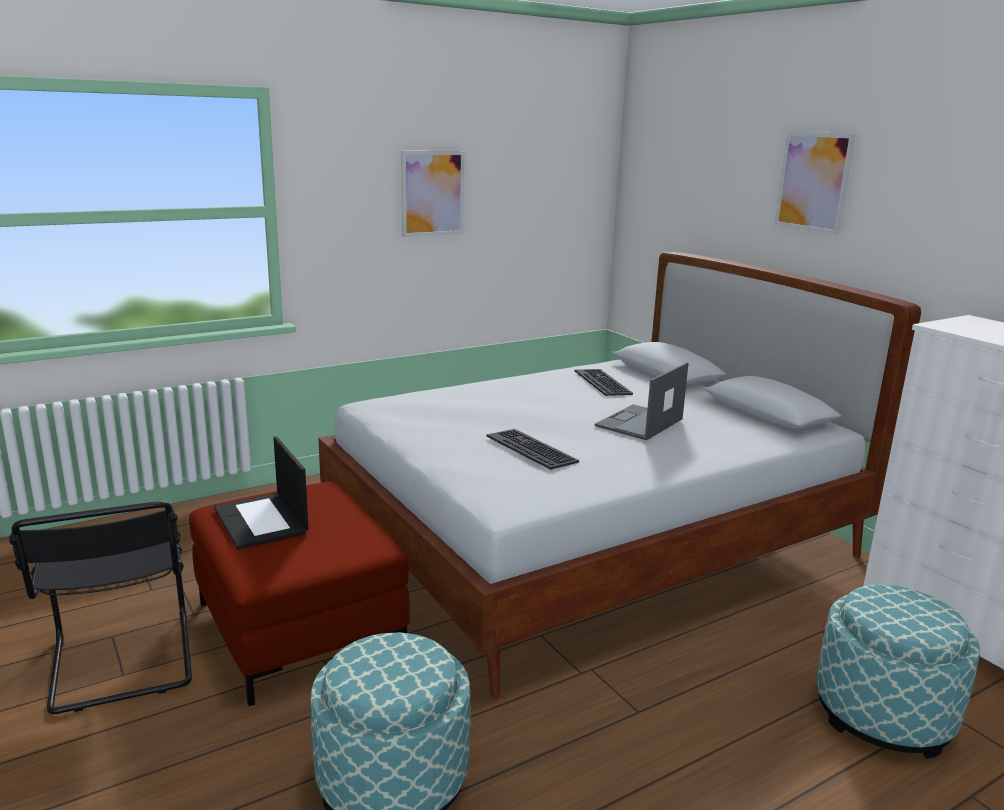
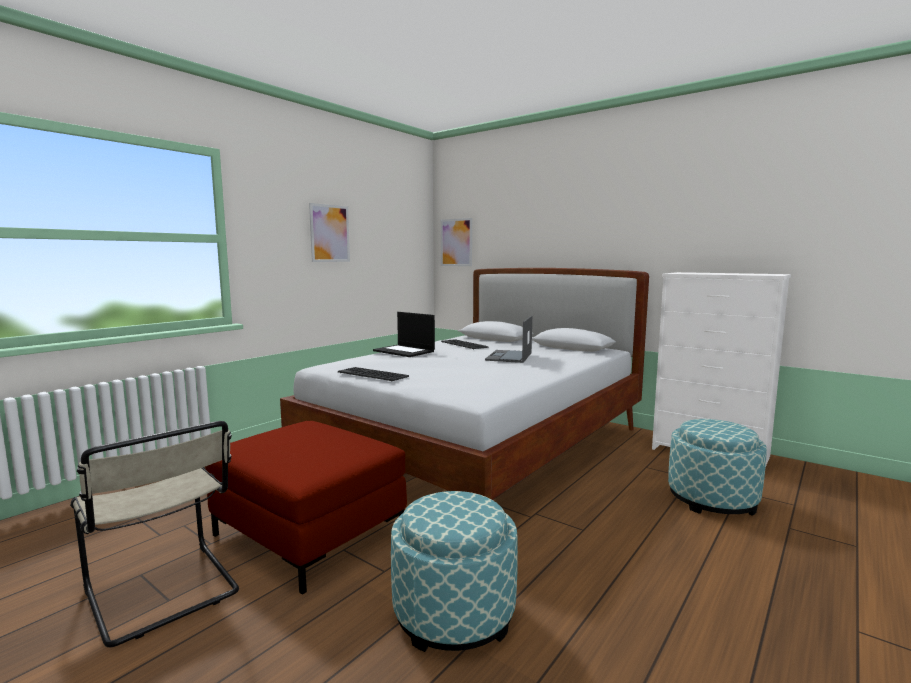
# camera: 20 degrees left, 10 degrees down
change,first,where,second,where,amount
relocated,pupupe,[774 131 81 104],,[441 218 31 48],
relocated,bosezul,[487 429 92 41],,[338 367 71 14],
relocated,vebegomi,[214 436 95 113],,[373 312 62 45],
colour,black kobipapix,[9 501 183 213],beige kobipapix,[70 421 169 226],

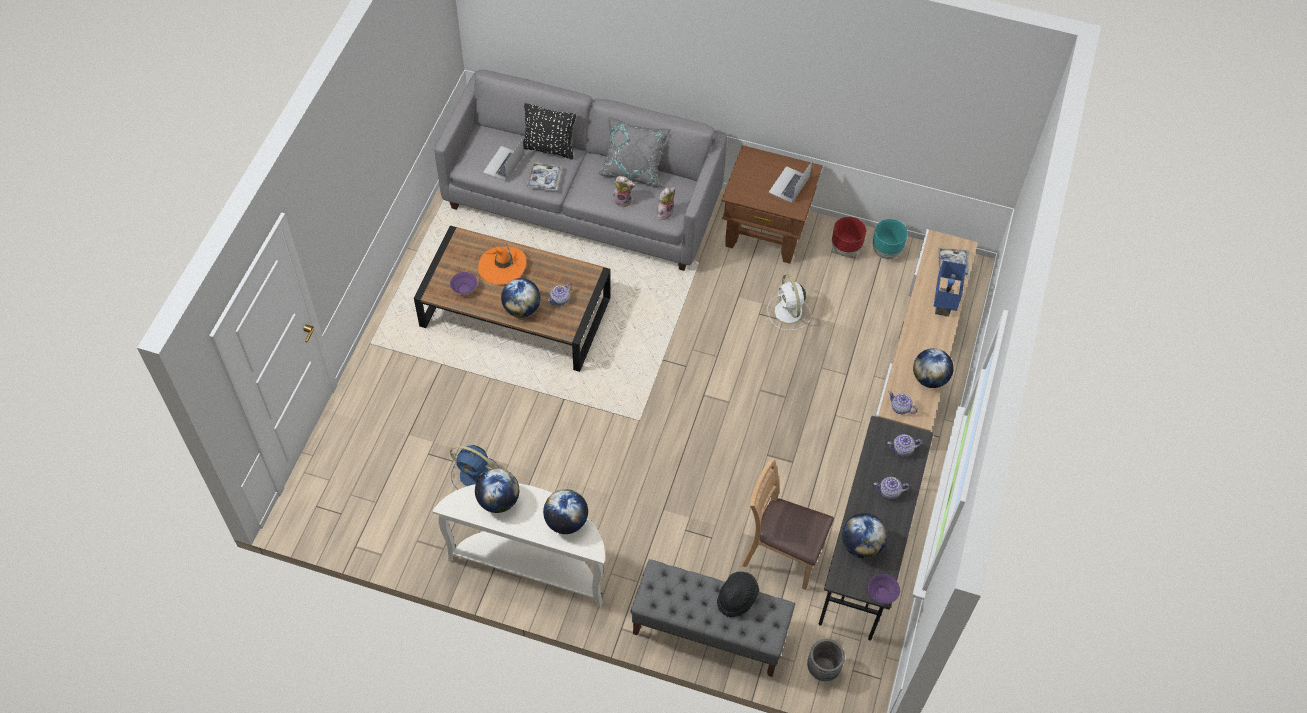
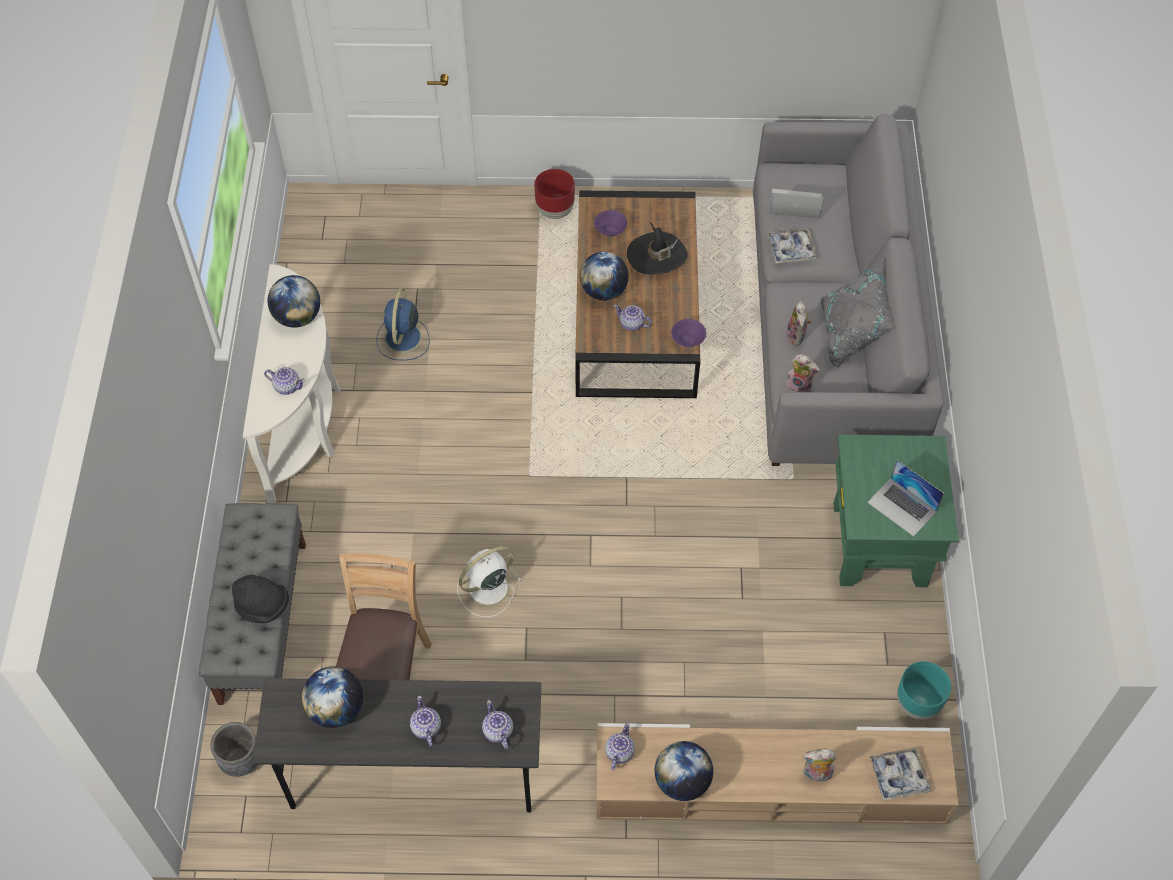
# camera: 75 degrees right, 0 degrees up
change,first,where,second,where,amount
missing,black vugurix,[523 103 53 57],,,
colour,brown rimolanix,[721 145 102 119],green rimolanix,[833 435 126 152],
spun,vebegomi,[768 160 45 43],,[867 459 77 78],150 degrees counterclockwise
relocated,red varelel,[832 217 34 40],,[534 169 41 50],
colour,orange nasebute,[478 242 48 42],black nasebute,[627 222 61 52],
exchanged,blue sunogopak,[934 261 32 56],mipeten,[803 748 33 34],
relocated,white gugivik,[768 274 43 57],,[457 546 65 71],
exchanged,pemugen,[543 489 45 45],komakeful,[264 367 41 28],
relocated,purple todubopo,[868 574 32 30],,[671 319 35 28],

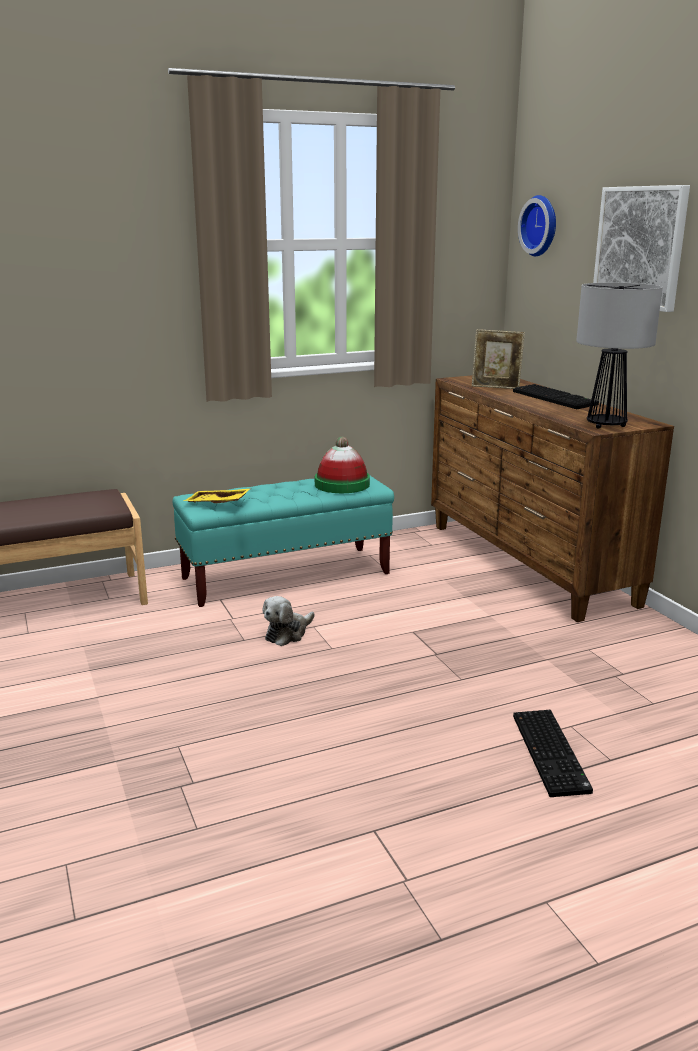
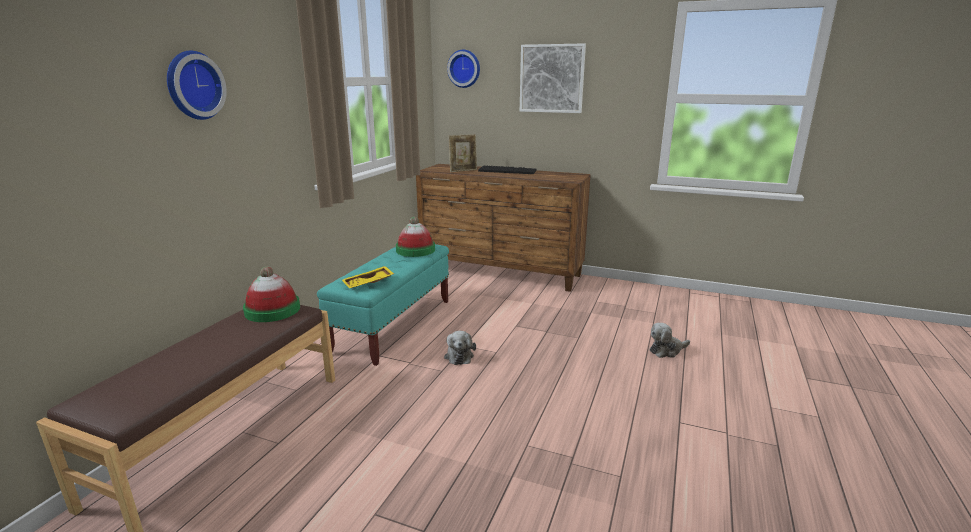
# camera: 45 degrees left, 0 degrees up
change,first,where,second,where,amount
missing,sunogopak,[576 283 87 146],,,
exchanged,bosezul,[513 710 80 87],mipeten,[649 323 41 35],
appeared,,,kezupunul,[167 51 60 69],
appeared,,,nasebute,[243 266 57 56],

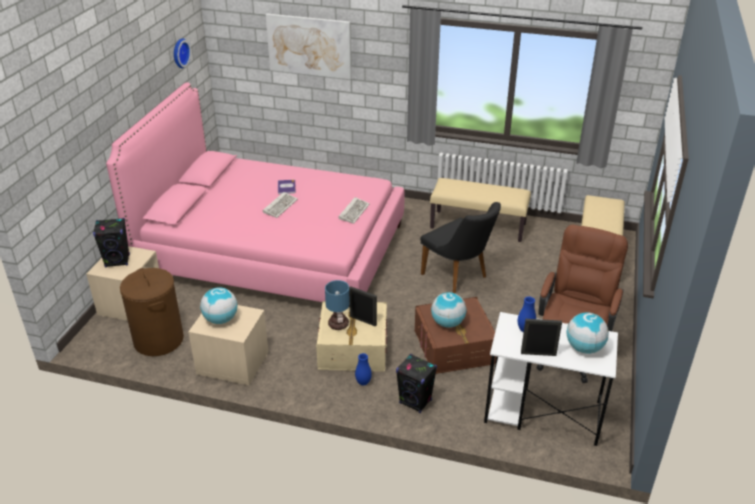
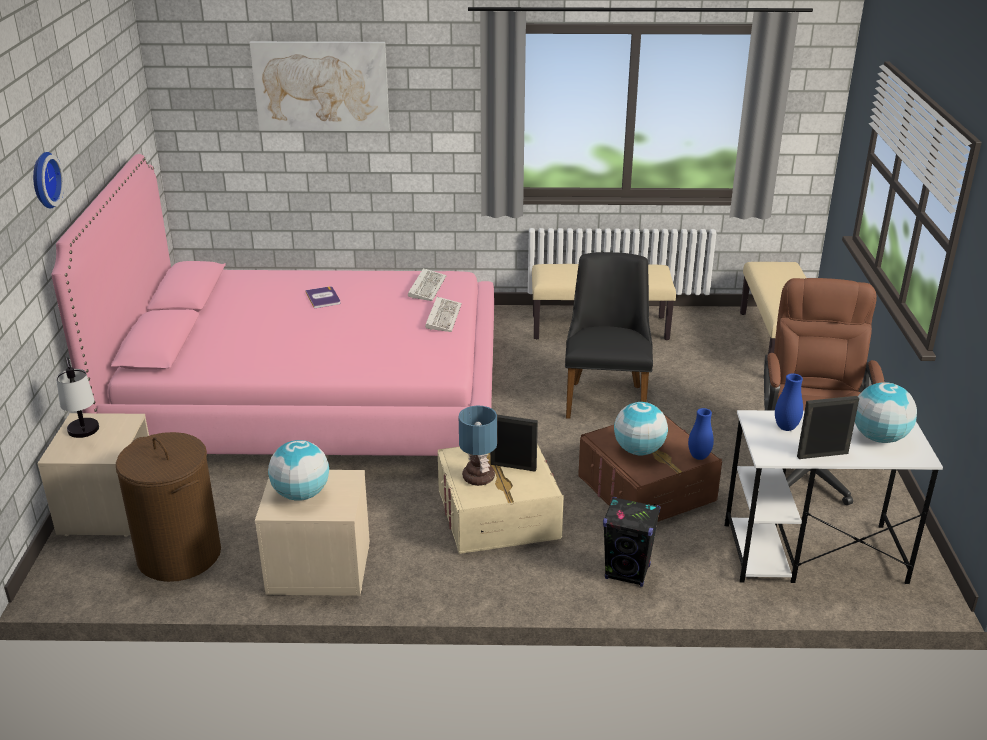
# camera: 15 degrees left, 5 degrees down
change,first,where,second,where,amount
relocated,kezupunul,[174 38 17 30],,[33 152 31 57],
relocated,bosezul,[263 192 35 26],,[408 268 39 33],
spun,black kobipapix,[420 202 81 92],,[565 252 88 167],120 degrees counterclockwise
exchanged,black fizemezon,[93 218 37 50],sunogopak,[56 357 43 81],
relocated,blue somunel,[355 353 17 32],,[688 408 26 52],

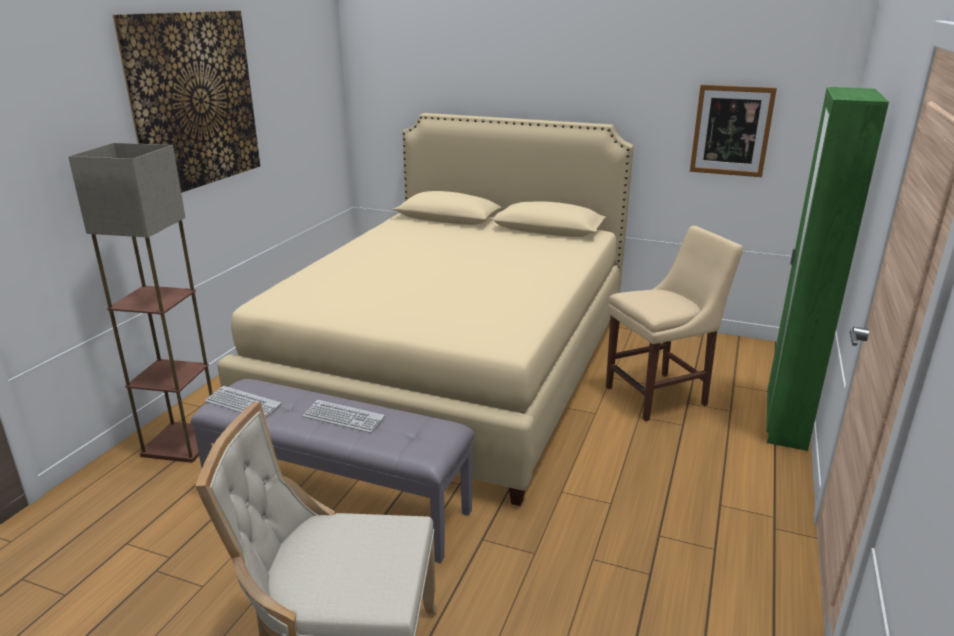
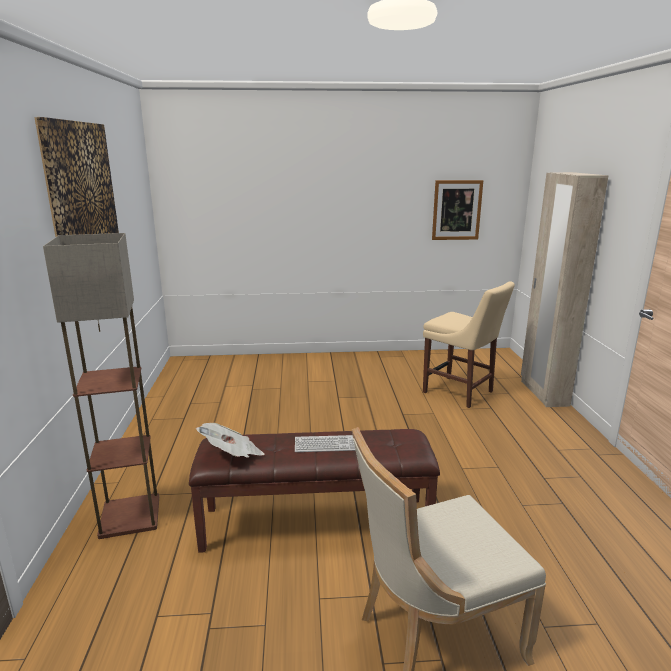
# camera: 25 degrees left, 5 degrees down
change,first,where,second,where,amount
colour,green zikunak,[766 87 123 364],beige zikunak,[521 172 88 235],
missing,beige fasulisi,[217 113 417 393],,,
spun,beige kobipapix,[606 226 137 195],,[423 281 92 127],90 degrees clockwise
colour,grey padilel,[190 379 285 184],brown padilel,[189 429 251 124],
exchanged,bosezul,[205 386 77 32],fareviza,[196 423 69 34],

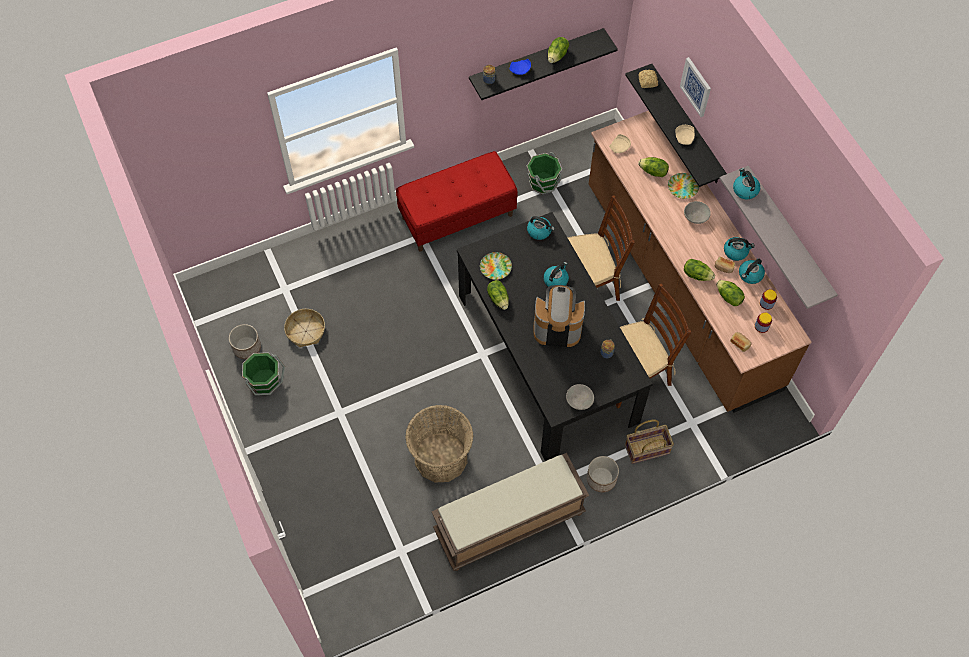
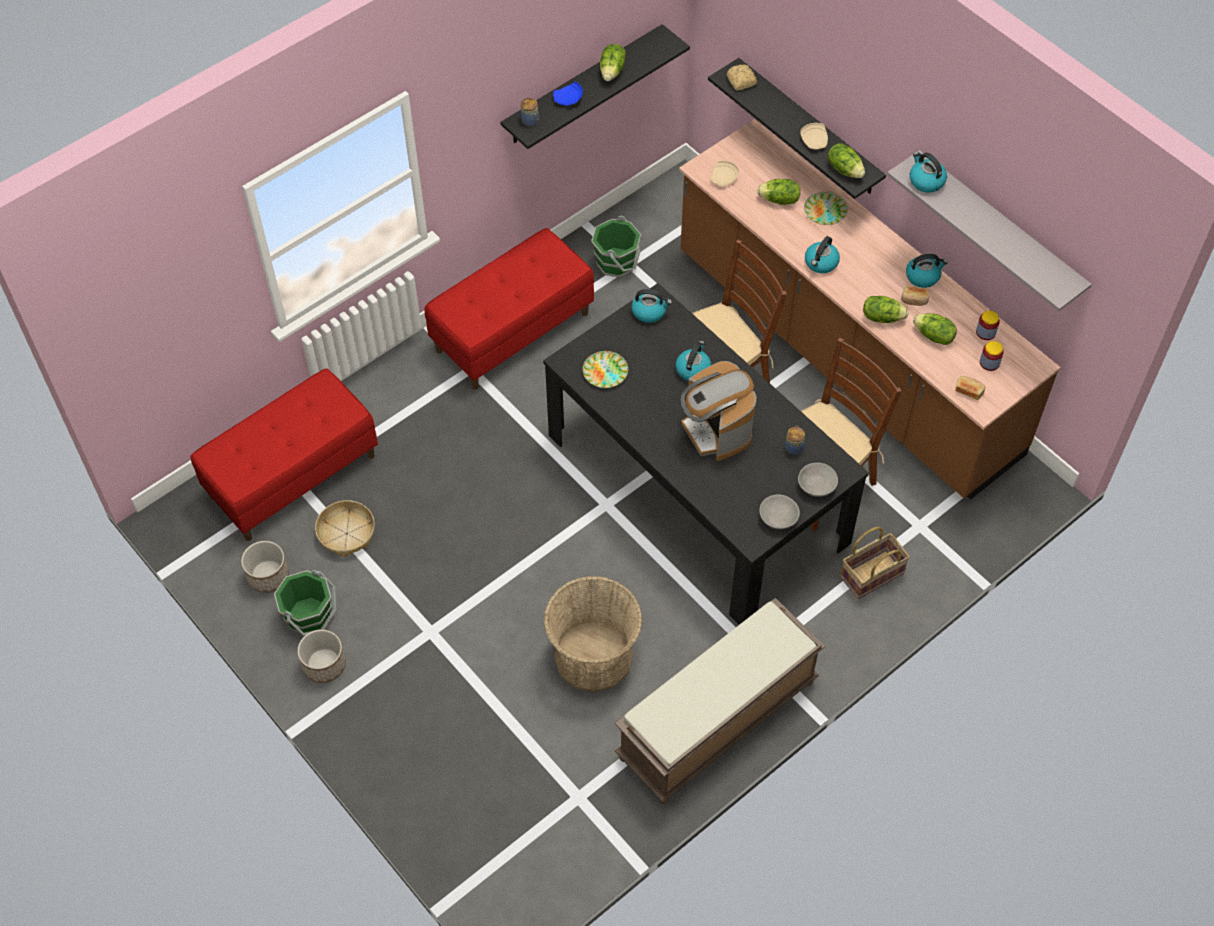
# camera: 15 degrees left, 5 degrees down
change,first,where,second,where,amount
missing,pupupe,[680 57 31 60],,,
relocated,grey todubopo,[684 201 27 23],,[798 463 40 34],
relocated,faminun,[739 259 26 25],,[805 236 35 37],
relocated,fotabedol,[487 280 22 30],,[828 143 37 35],
spun,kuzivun,[533 285 52 62],,[680 361 76 100],105 degrees counterclockwise
relocated,varelel,[587 456 32 36],,[297 630 49 53],
appeared,,,red padilel,[190 368 188 173],

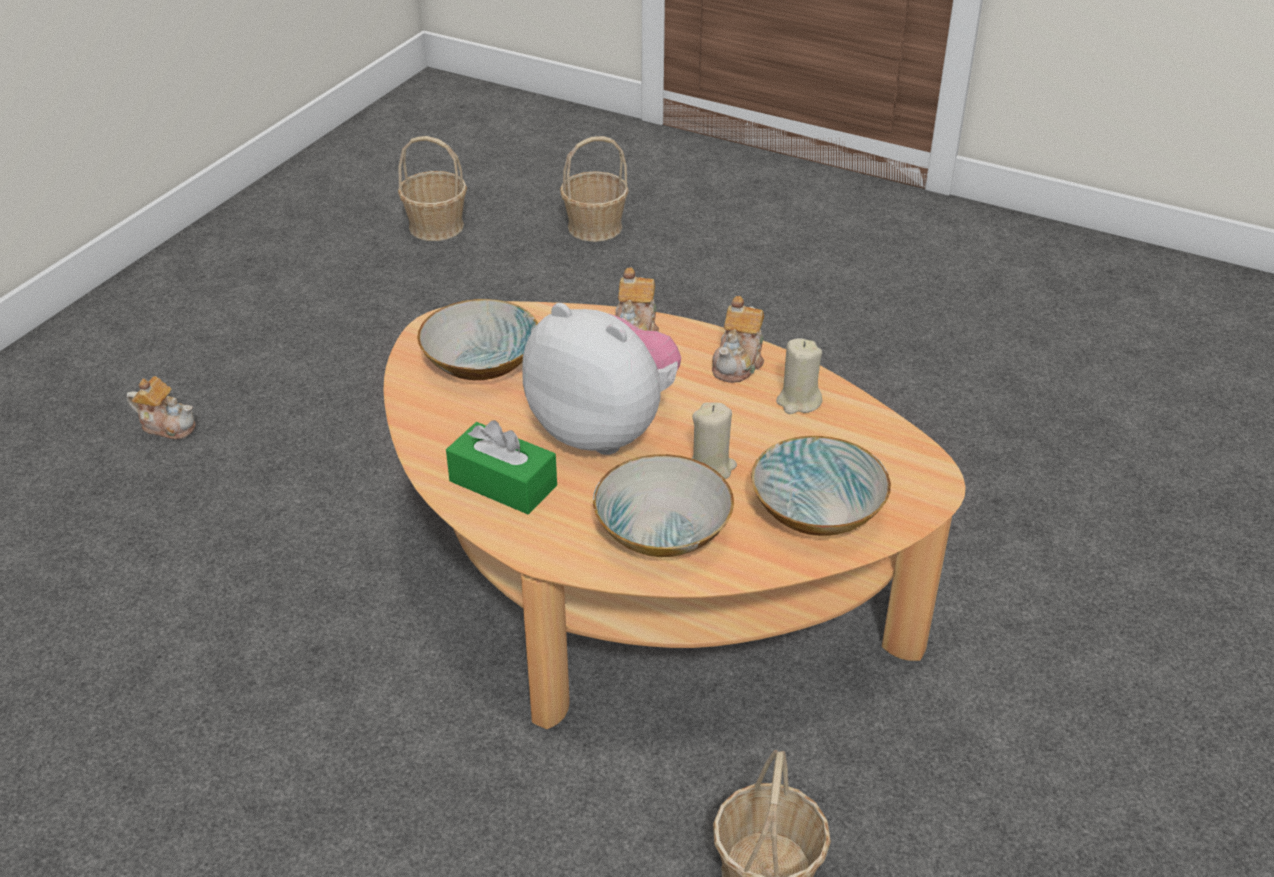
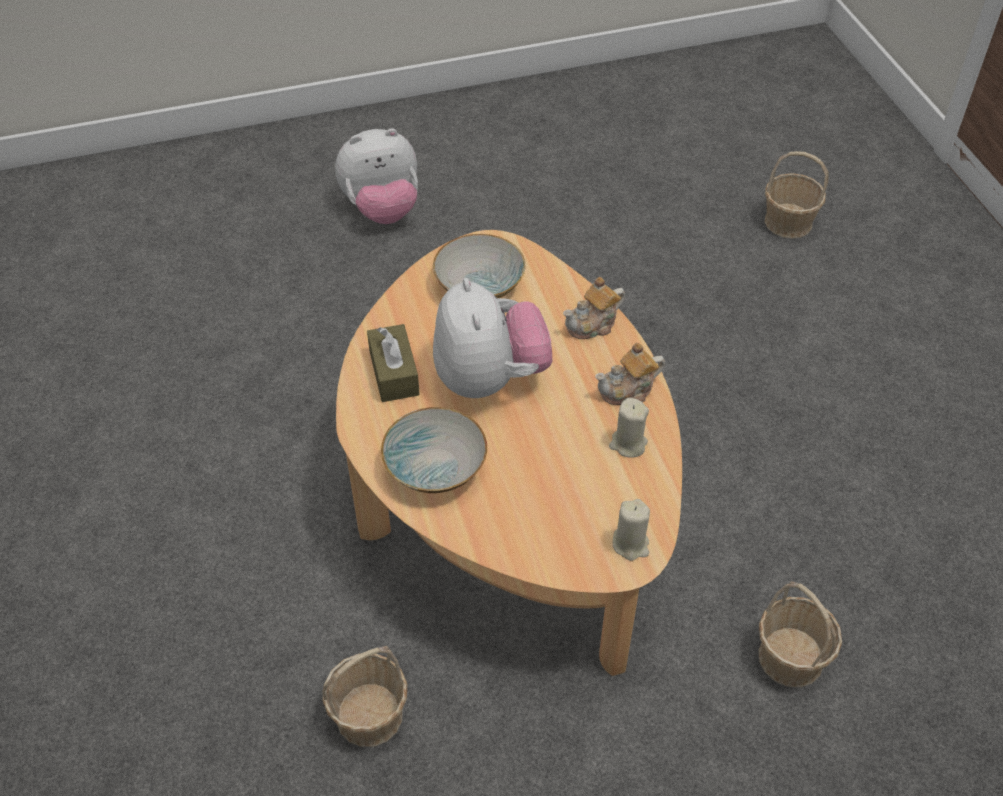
# camera: 45 degrees right, 10 degrees up
change,first,where,second,where,amount
relocated,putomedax,[398 136 69 105],,[758 581 84 106],
exchanged,komakeful,[126 376 70 64],mipeten,[335 128 83 96],
relocated,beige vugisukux,[691 402 46 77],,[613 499 37 62],
colour,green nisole,[446 420 111 94],brown nisole,[367 324 53 78],
missing,todubopo,[751 436 140 100],,,

